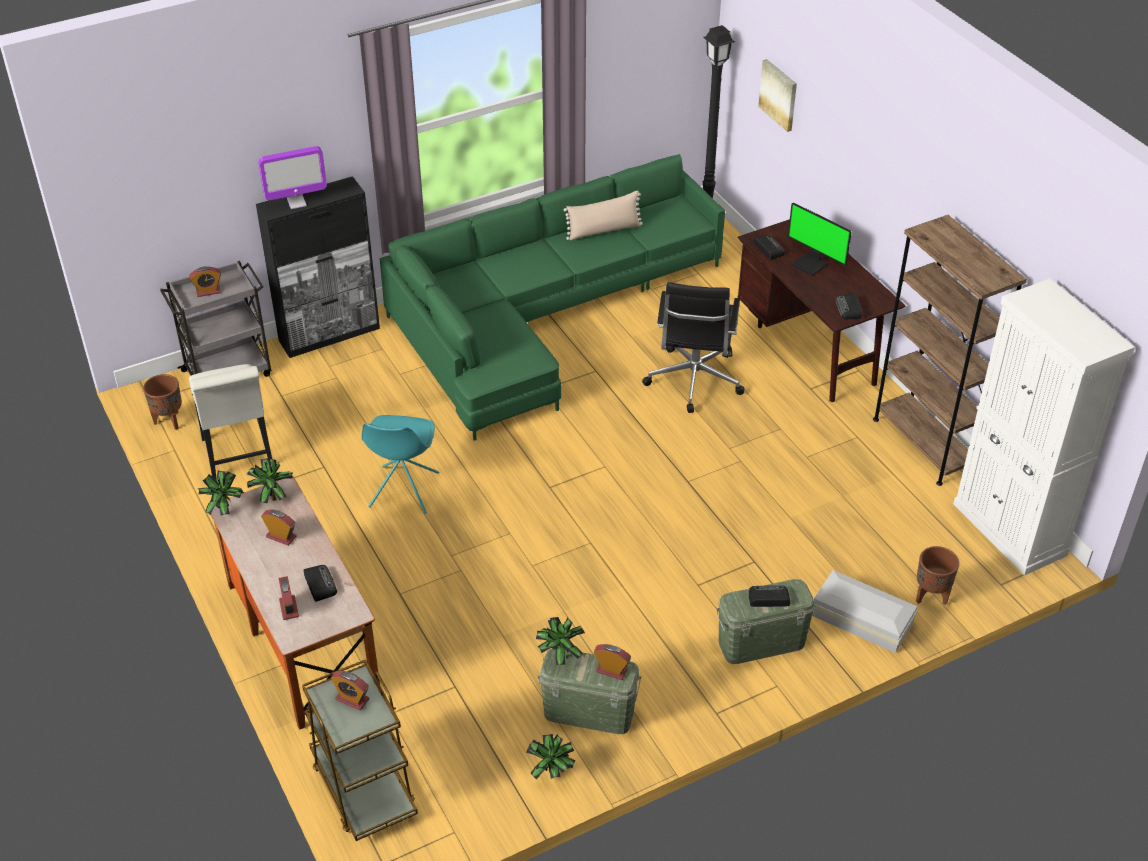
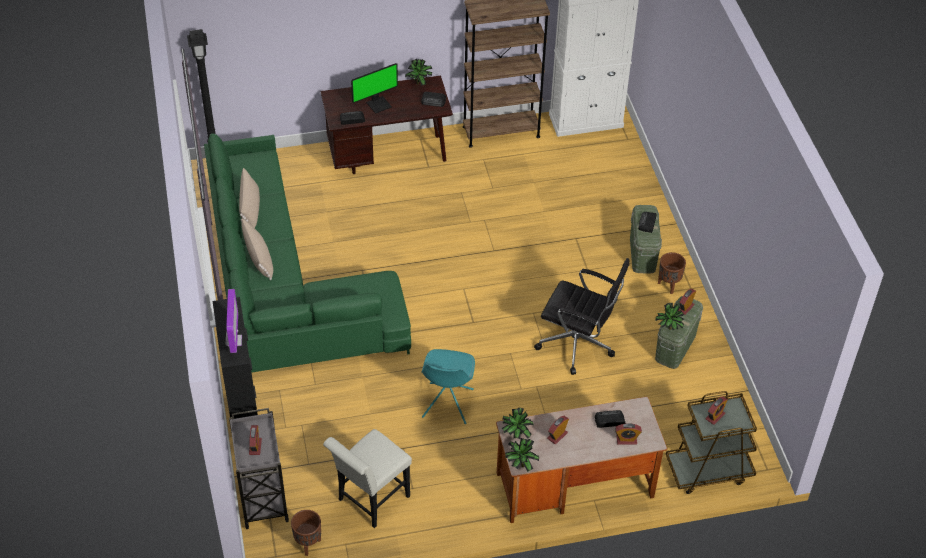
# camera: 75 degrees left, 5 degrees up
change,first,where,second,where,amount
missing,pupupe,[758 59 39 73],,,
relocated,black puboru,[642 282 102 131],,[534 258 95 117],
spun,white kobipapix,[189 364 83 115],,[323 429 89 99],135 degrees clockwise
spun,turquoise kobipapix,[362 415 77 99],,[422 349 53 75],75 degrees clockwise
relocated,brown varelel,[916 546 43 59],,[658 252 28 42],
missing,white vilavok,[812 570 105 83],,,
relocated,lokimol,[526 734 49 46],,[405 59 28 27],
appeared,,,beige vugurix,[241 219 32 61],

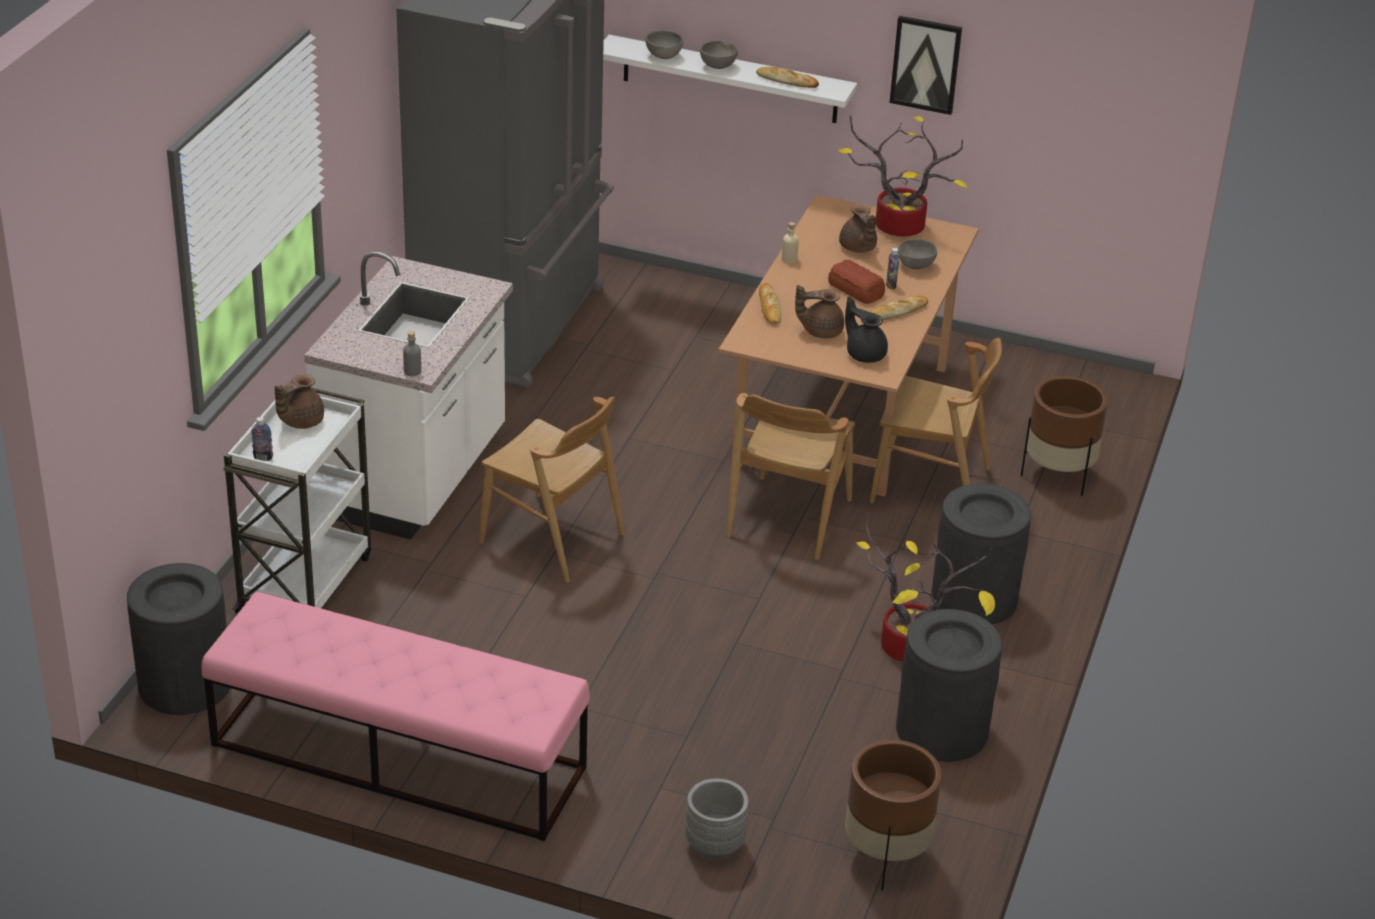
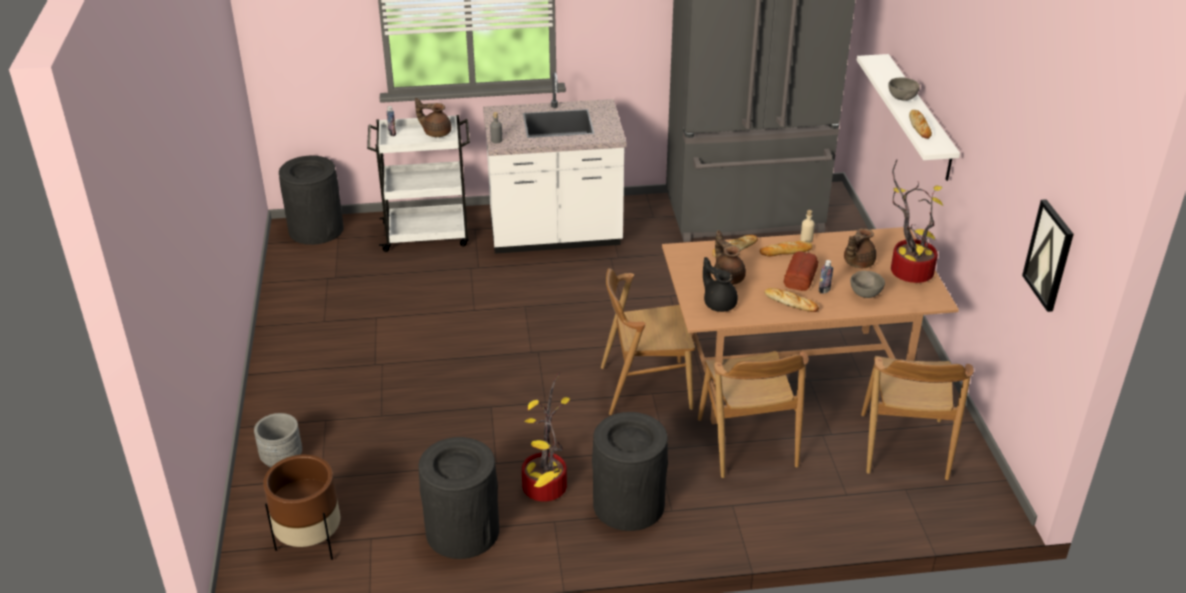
# camera: 65 degrees right, 0 degrees up
change,first,where,second,where,amount
relocated,pupupe,[890 16 72 99],,[1022 199 52 113],
missing,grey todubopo,[645 30 38 29],,,
spun,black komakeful,[845 296 43 67],,[703 257 35 55],60 degrees counterclockwise
missing,brown varelel,[1021 376 87 120],,,
relocated,brown kobipapix,[479 397 145 186],,[861 356 113 124],
missing,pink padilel,[202 592 388 249],,,
appeared,,,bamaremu,[760 241 53 16],

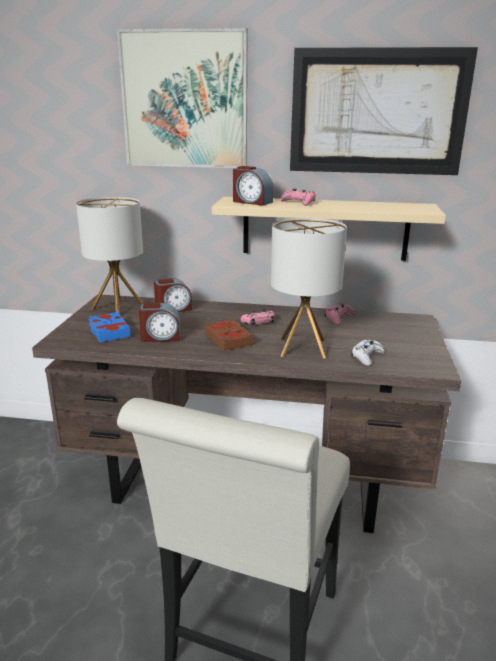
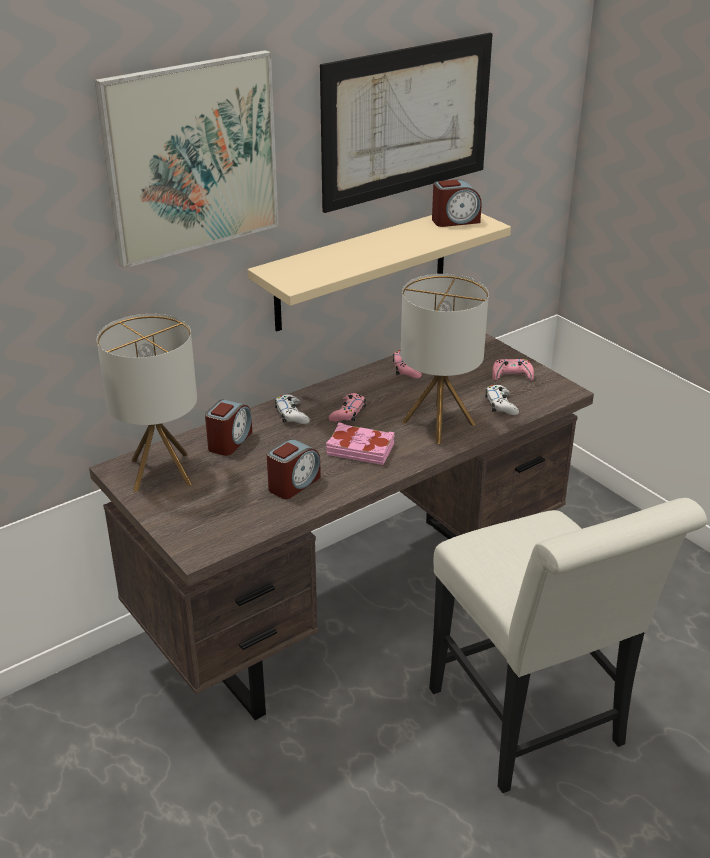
# camera: 45 degrees left, 10 degrees up
change,first,where,second,where,amount
relocated,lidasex,[233 166 40 40],,[432 180 50 47],
relocated,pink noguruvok,[280 189 36 17],,[492 359 42 22],
missing,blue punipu,[89 312 42 30],,,
colour,brown punipu,[205 318 49 33],pink punipu,[326 423 69 42],
appeared,,,white noguruvok,[275 394 35 30],

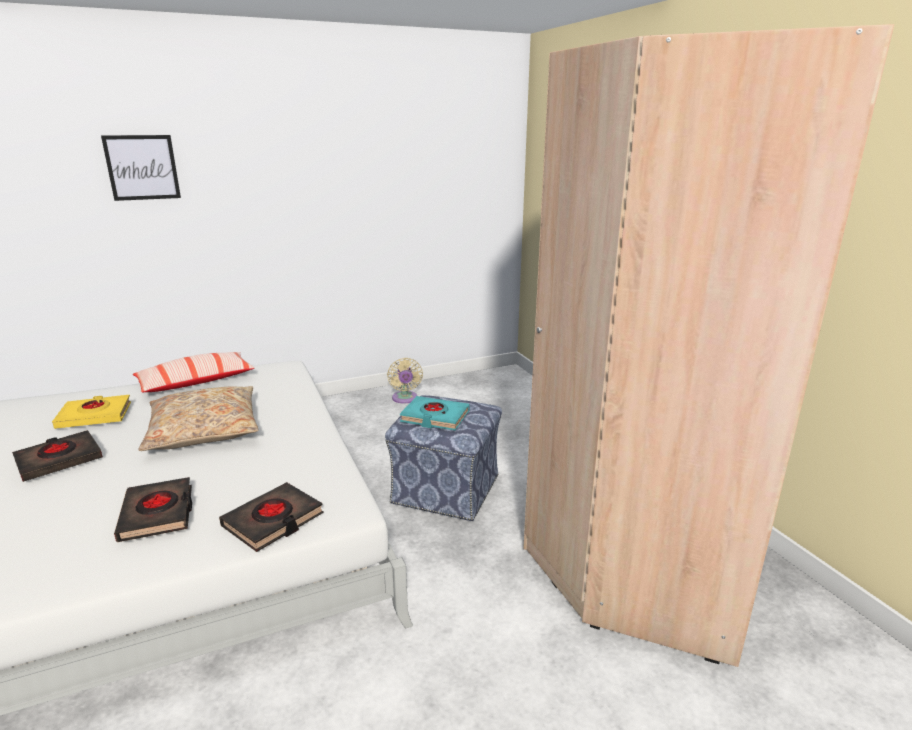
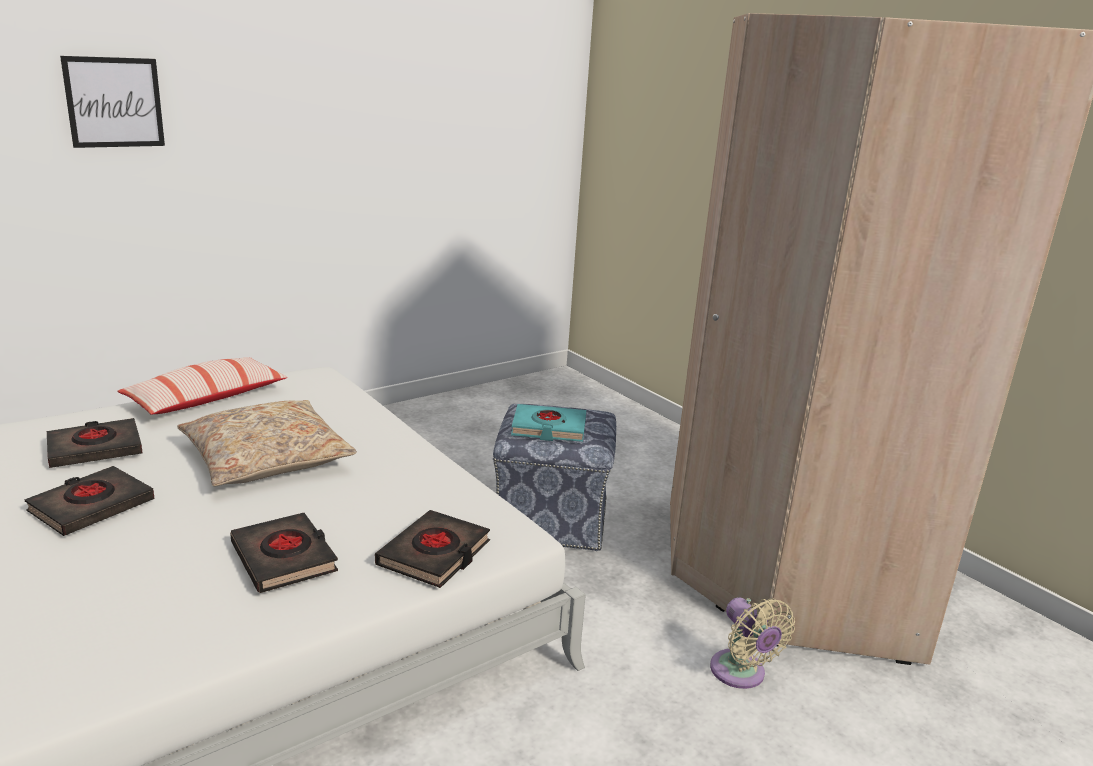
# camera: 15 degrees left, 0 degrees up
change,first,where,second,where,amount
relocated,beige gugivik,[387 358 36 45],,[710 597 85 92],
colour,yellow punipu,[52 395 79 34],black punipu,[47 418 96 50],

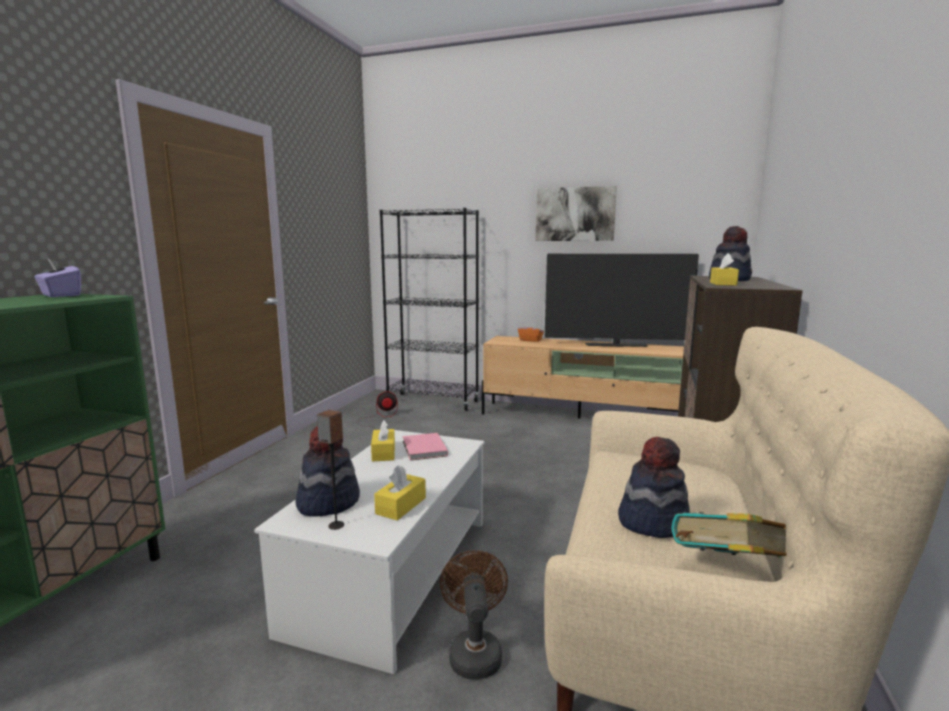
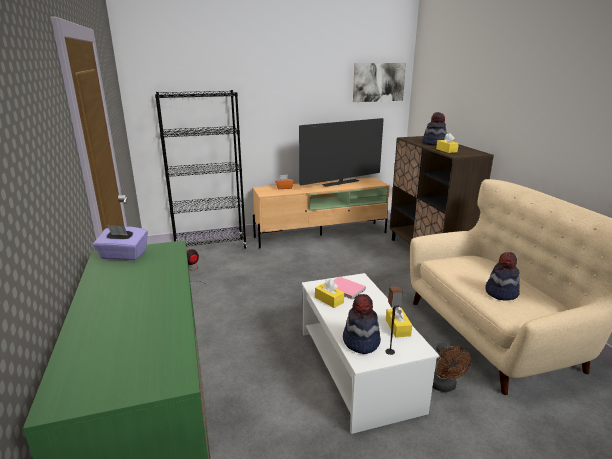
# camera: 35 degrees left, 10 degrees up
change,first,where,second,where,amount
relocated,pupupe,[536 186 81 55],,[353 63 53 39],
missing,punipu,[671 512 115 46],,,
spun,brown gugivik,[440 550 68 129],,[433 343 38 49],150 degrees counterclockwise

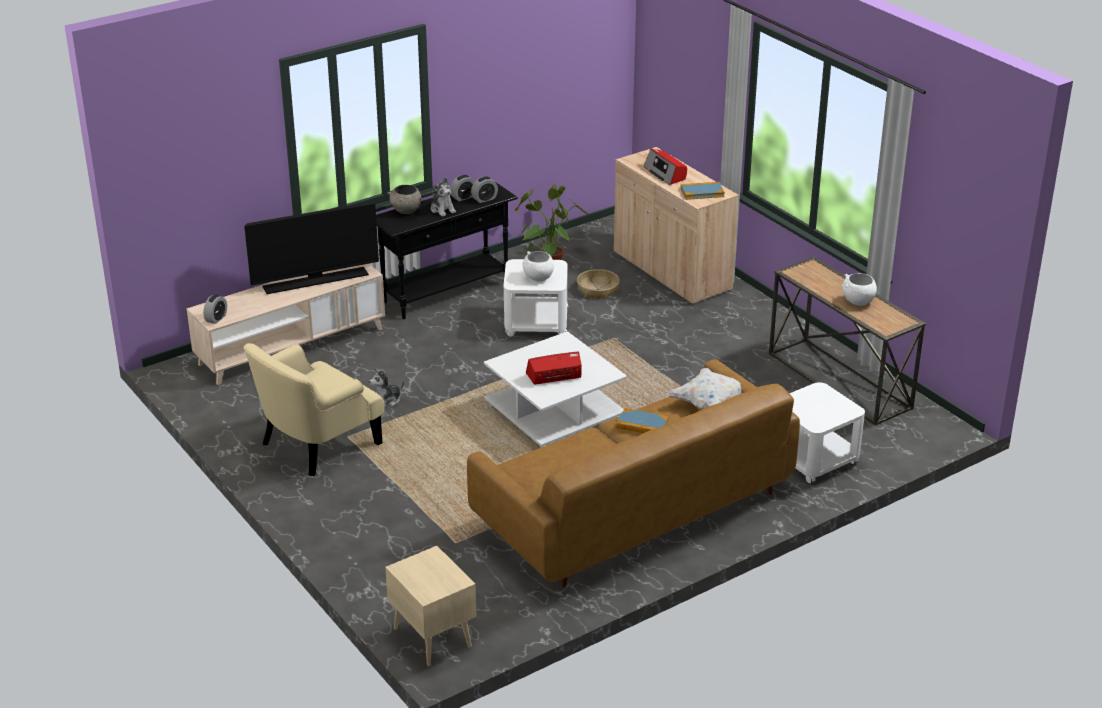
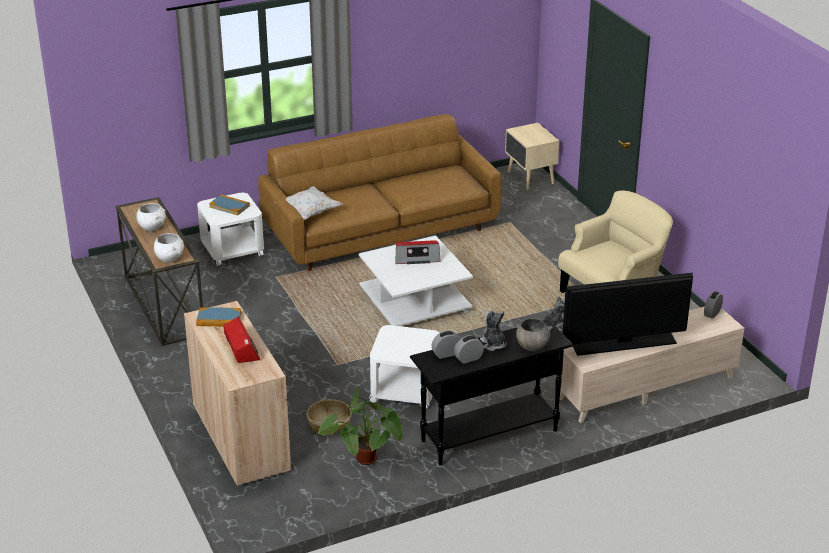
# camera: 170 degrees left, 0 degrees up
change,first,where,second,where,amount
relocated,white todubopo,[522 251 32 31],,[154 233 30 30],
relocated,punipu,[616 408 53 25],,[209 195 41 20],

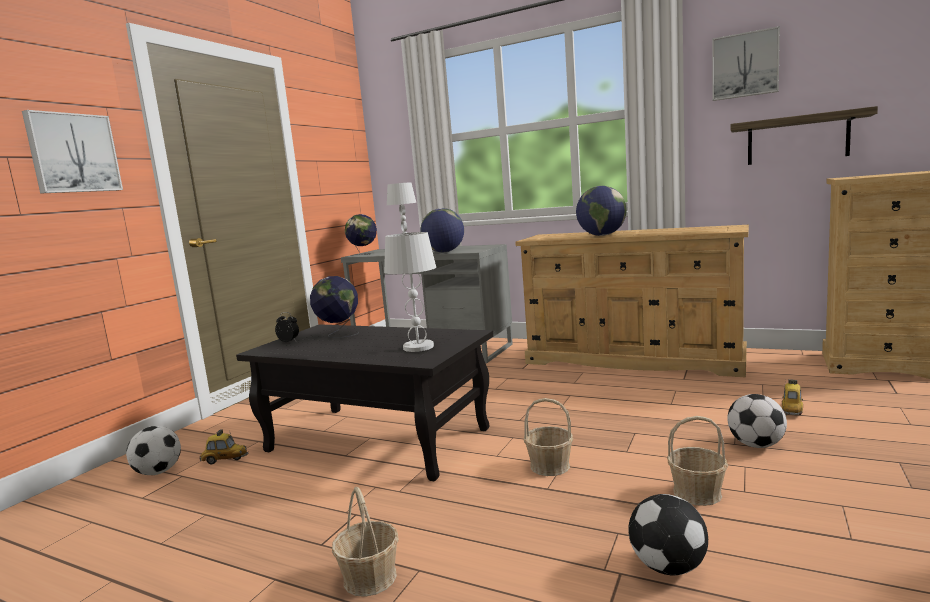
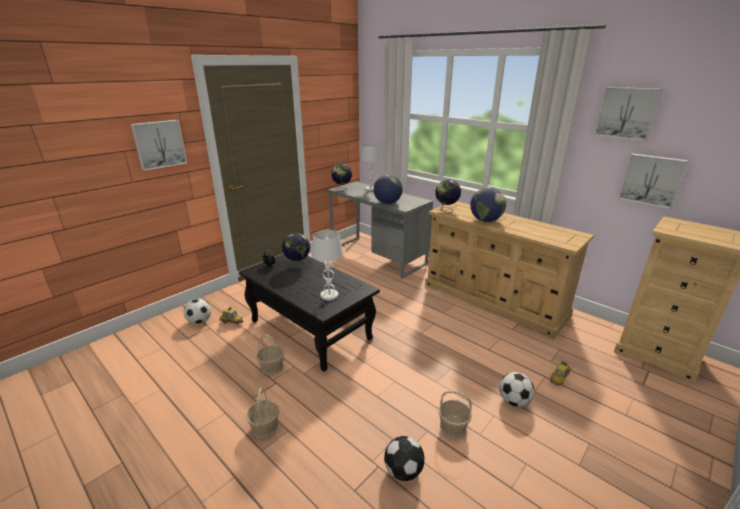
# camera: 15 degrees right, 15 degrees up
change,first,where,second,where,amount
exchanged,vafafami,[731 106 147 59],pupupe,[618 153 70 56],
relocated,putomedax,[524 398 49 78],,[256 335 28 40],
appeared,,,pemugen,[435 179 26 34],

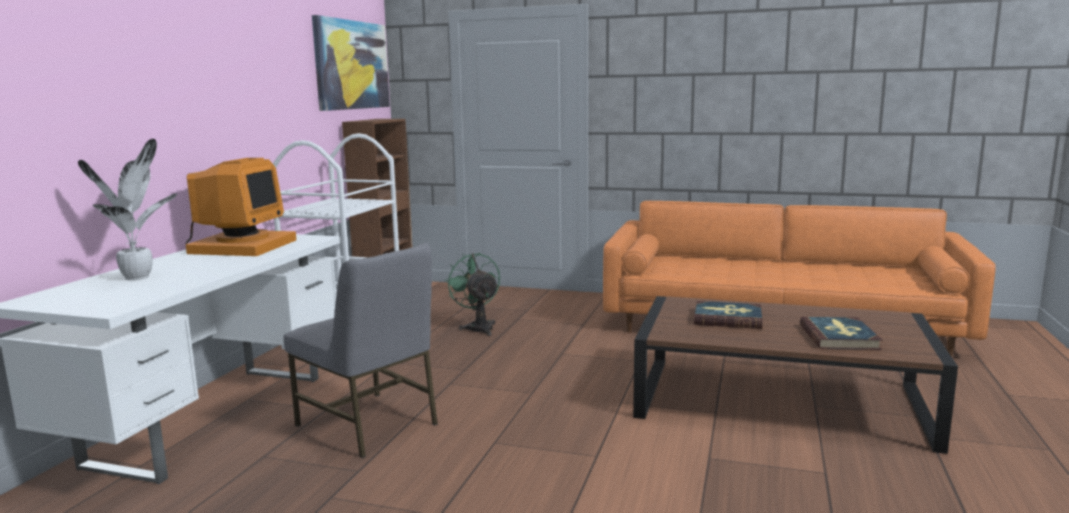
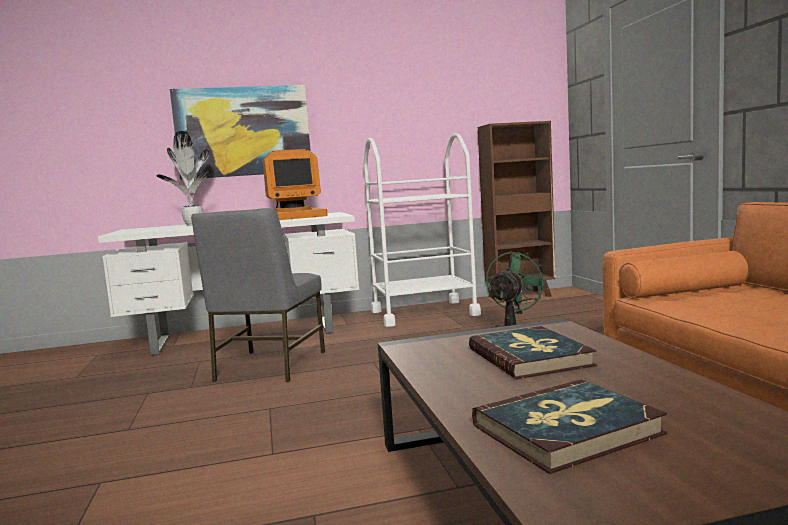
# camera: 60 degrees right, 5 degrees down
change,first,where,second,where,amount
relocated,pupupe,[312 15 78 96],,[170 85 141 95],

